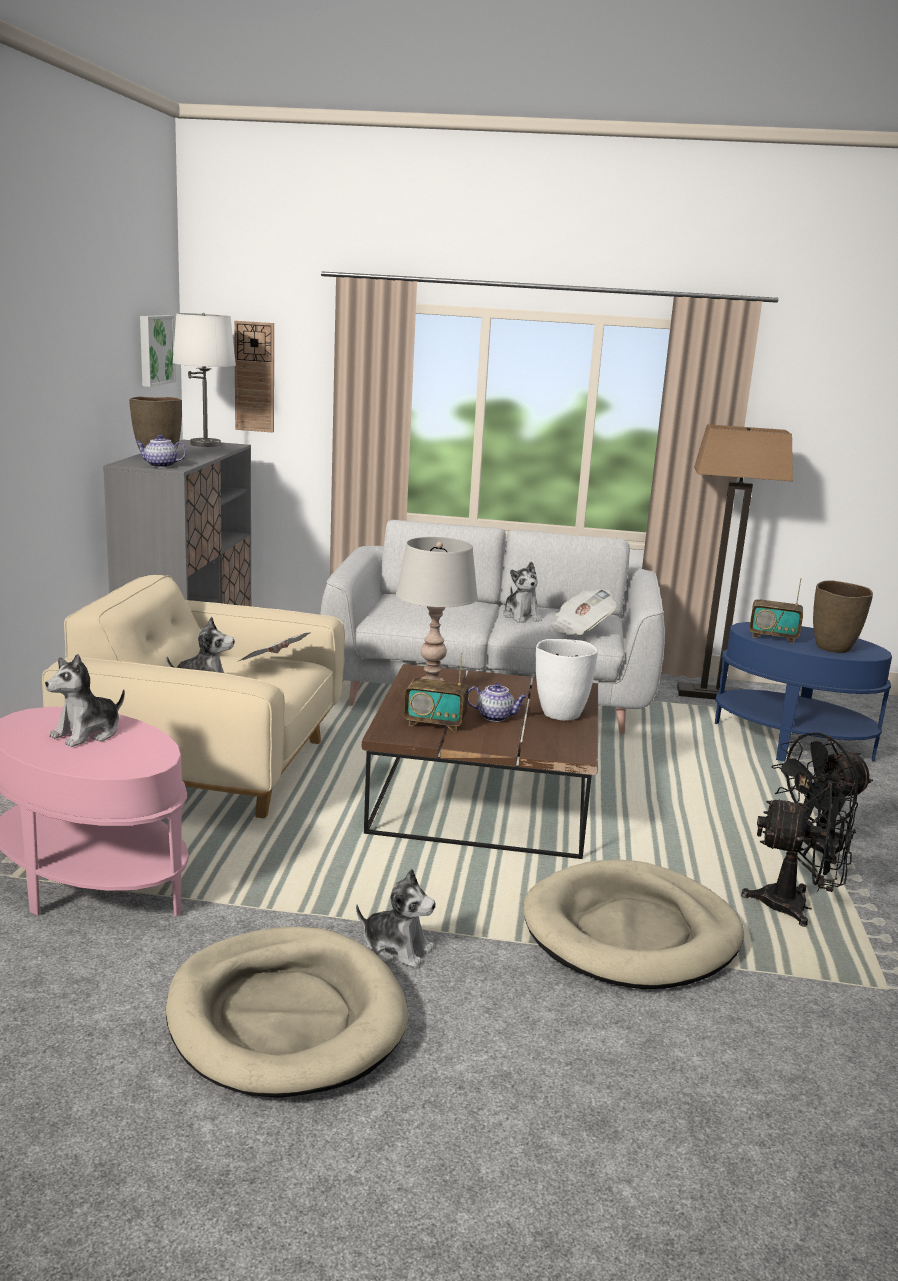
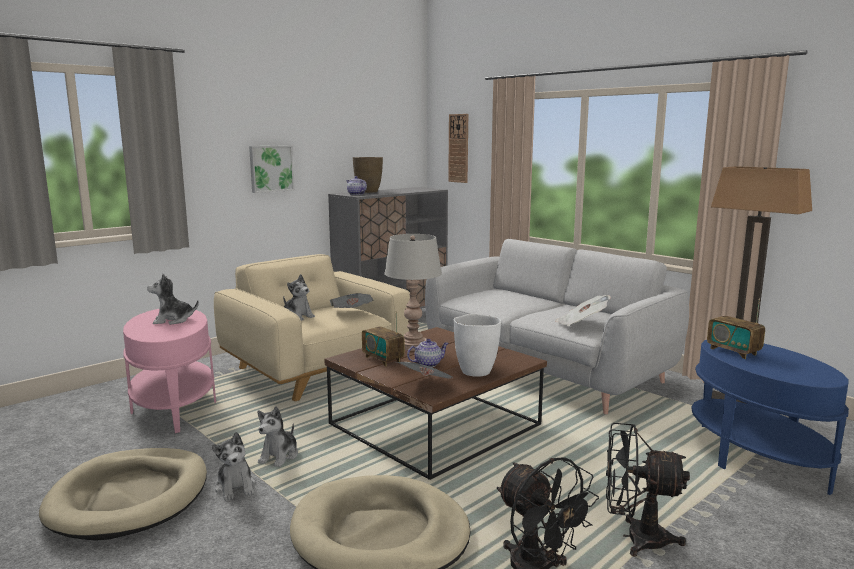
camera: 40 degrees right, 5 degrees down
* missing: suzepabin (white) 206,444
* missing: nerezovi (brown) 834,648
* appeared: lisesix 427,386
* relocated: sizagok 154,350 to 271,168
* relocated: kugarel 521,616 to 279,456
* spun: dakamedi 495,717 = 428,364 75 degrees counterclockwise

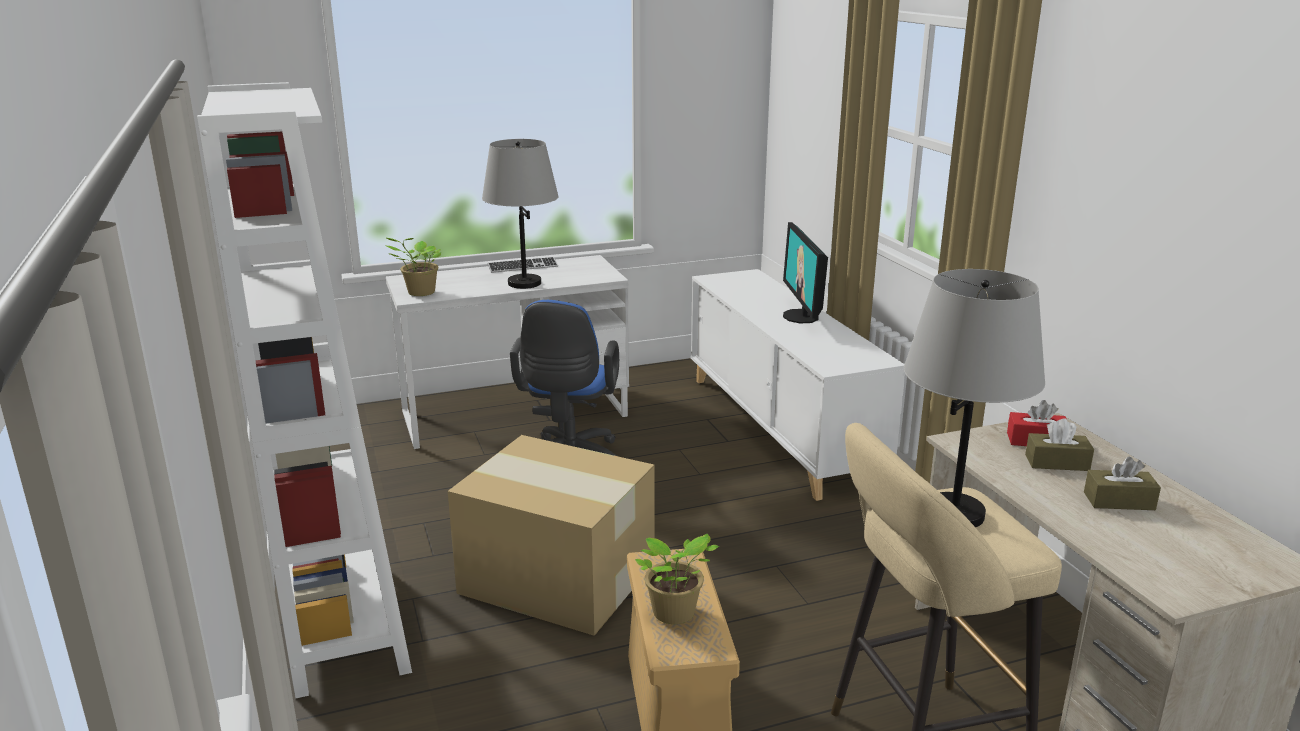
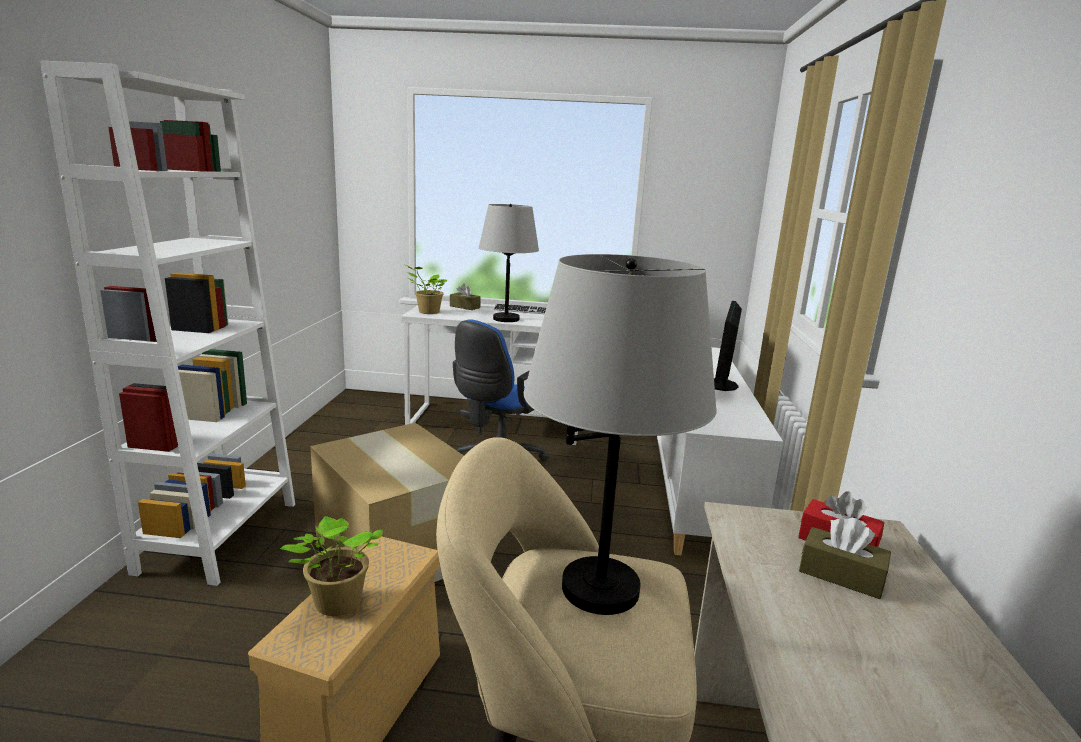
camera: 25 degrees right, 5 degrees down
* relocated: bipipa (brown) 1119,501 to 465,307

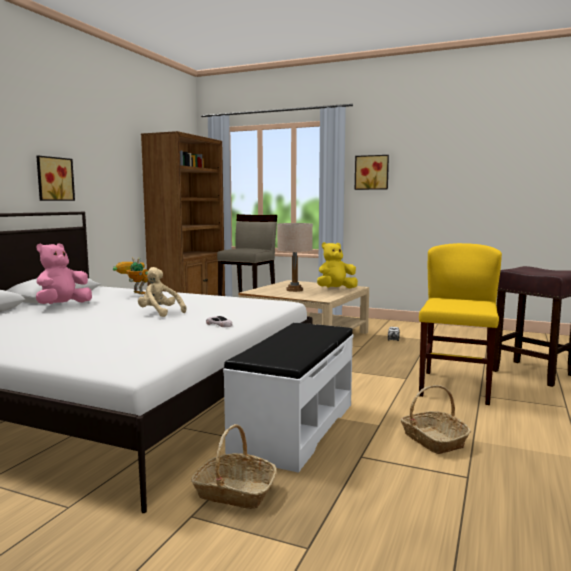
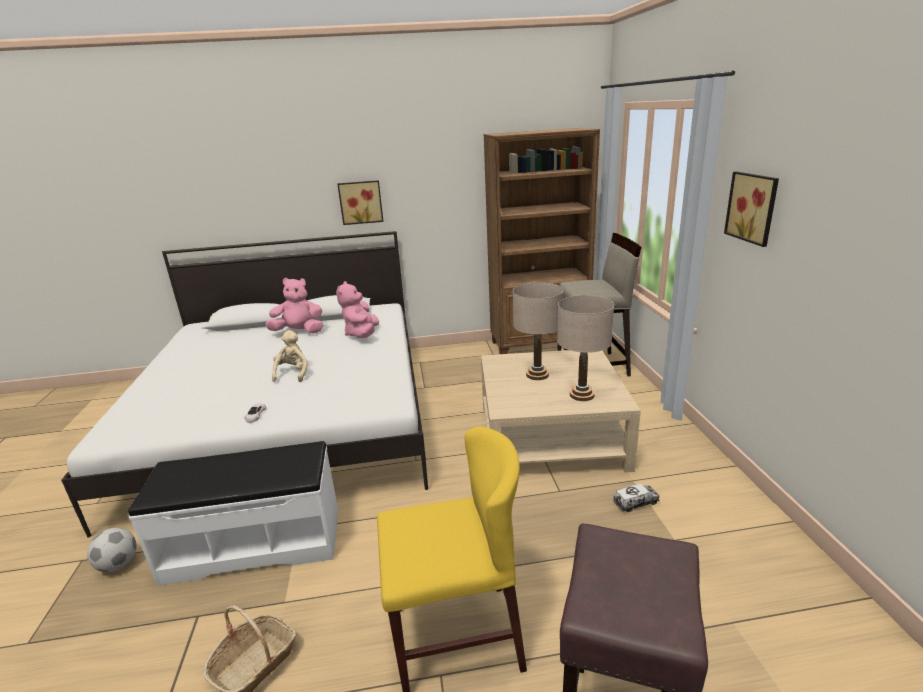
camera: 60 degrees right, 15 degrees up
* exchanged: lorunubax 134,295 to kugarel (pink) 362,334
* exchanged: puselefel 234,492 to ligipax 118,564
* exchanged: kugarel (yellow) 335,289 to suzepabin (beige) 582,395

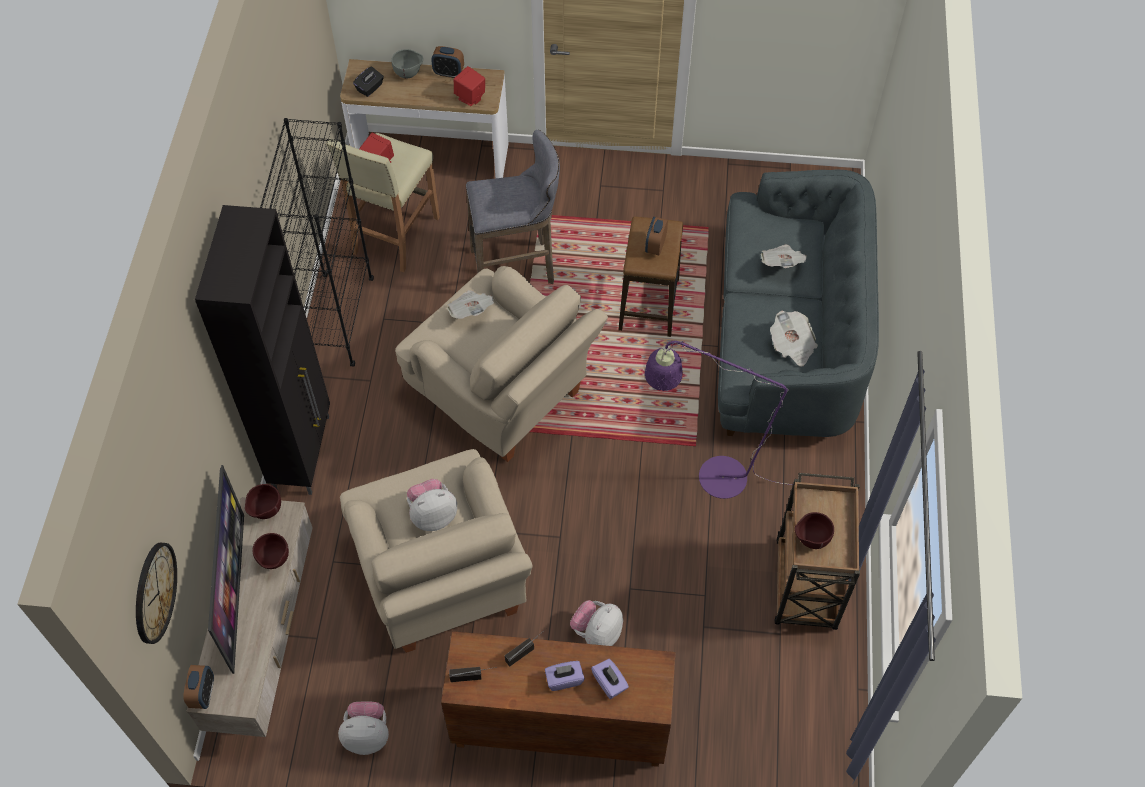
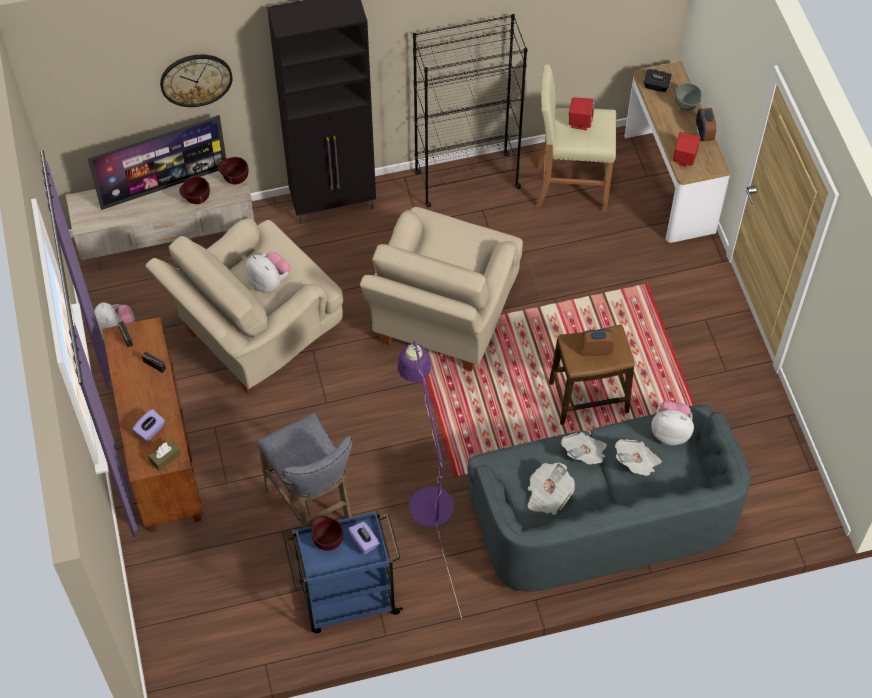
camera: 70 degrees right, 0 degrees up
* missing: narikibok 203,693
* appeared: bipipa (brown) 165,457
* relocated: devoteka 154,592 to 196,79
* relocated: lisesix 470,311 to 584,454
* relocated: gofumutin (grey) 517,267 to 313,508
* relocated: bipipa (purple) 564,679 to 364,542
* relocated: kugarel 597,632 to 670,432
* colour: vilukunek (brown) 805,587 to vilukunek (blue) 347,600

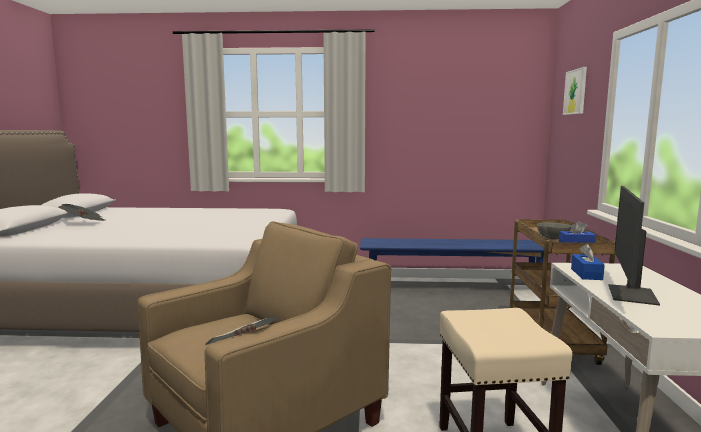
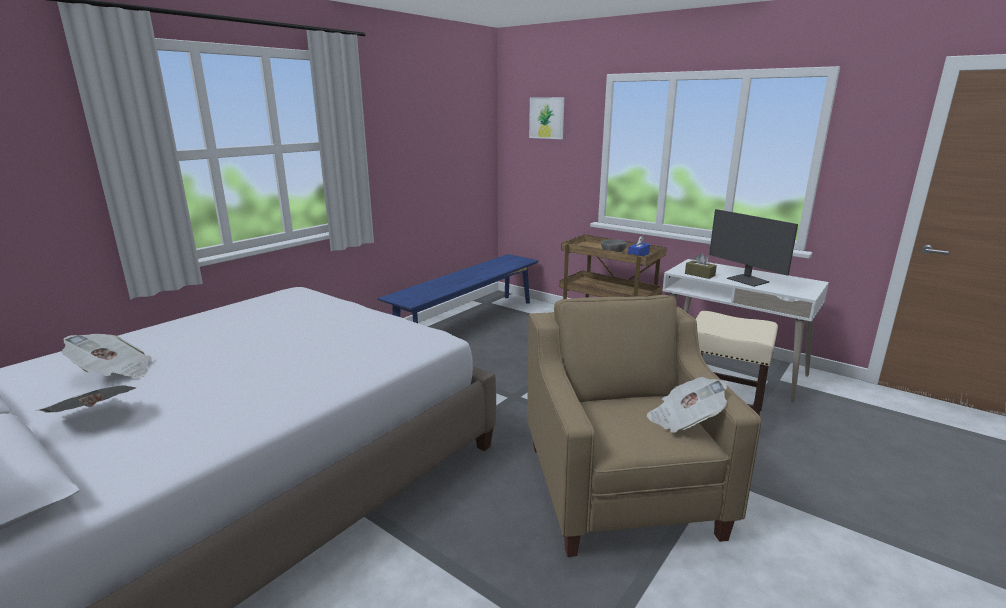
camera: 55 degrees left, 10 degrees up
* appeared: lisesix 114,373
* colour: bipipa (blue) 586,274 to bipipa (brown) 699,274

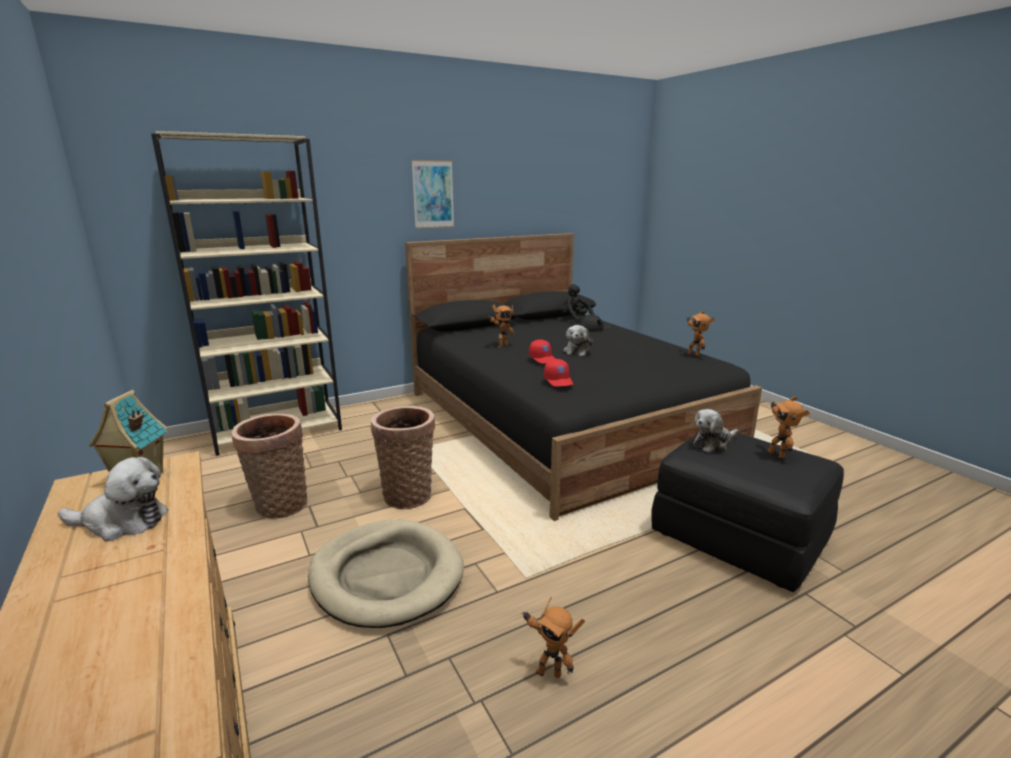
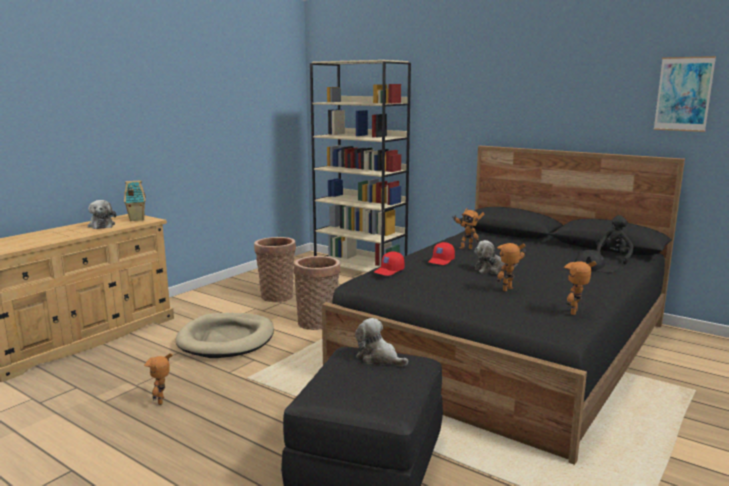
camera: 65 degrees right, 5 degrees down
* relocated: sizagok 433,194 to 683,94
* relocated: lorunubax 777,454 to 510,290

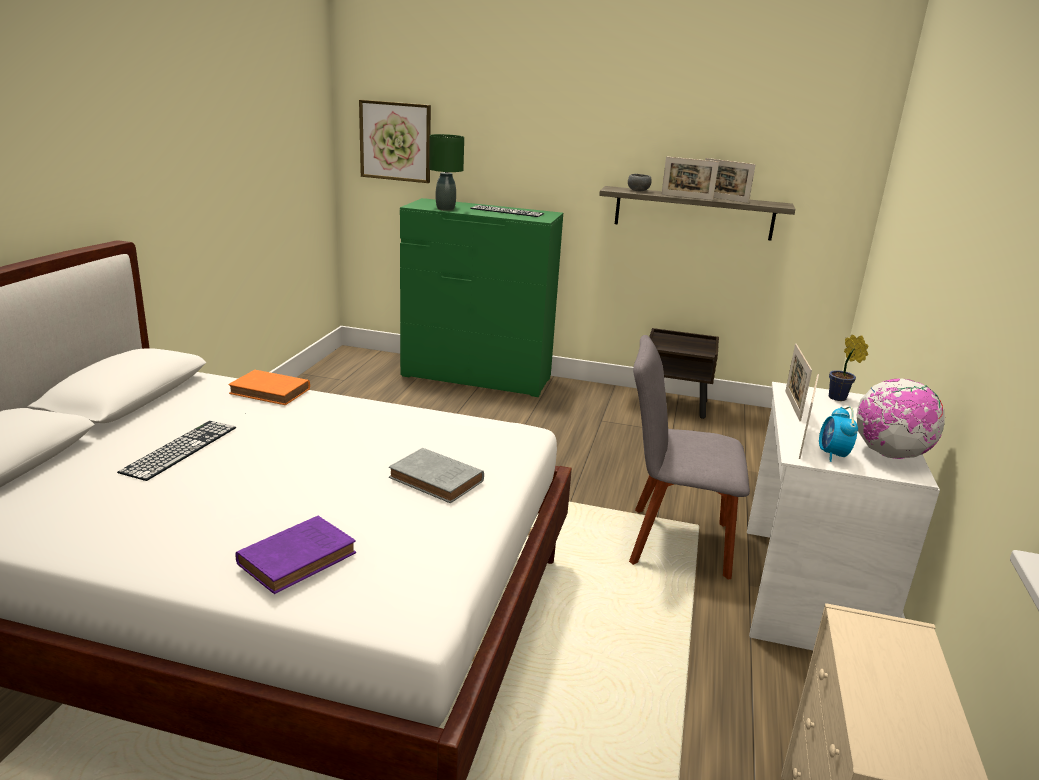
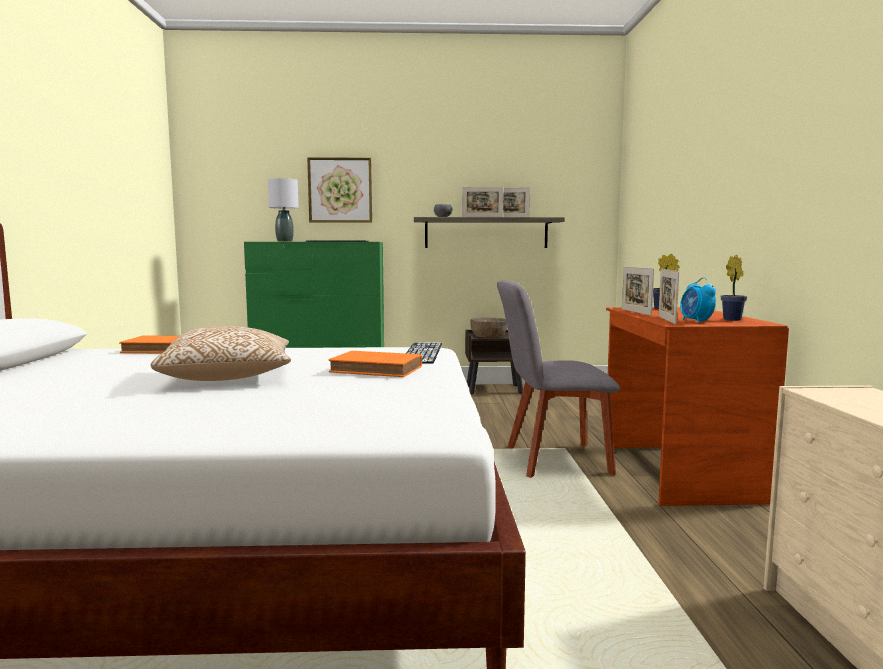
camera: 15 degrees left, 15 degrees down
* missing: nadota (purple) 300,557
* appeared: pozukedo 229,377
* appeared: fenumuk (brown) 489,335
* relocated: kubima 180,449 to 422,353
* relocated: sizagok 395,141 to 340,190
* exchanged: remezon 889,454 to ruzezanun 733,319
* colour: nadota (grey) 438,480 to nadota (orange) 378,370
* colour: suzepabin (green) 445,209 to suzepabin (grey) 285,241
* colour: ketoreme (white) 805,590 to ketoreme (brown) 676,472

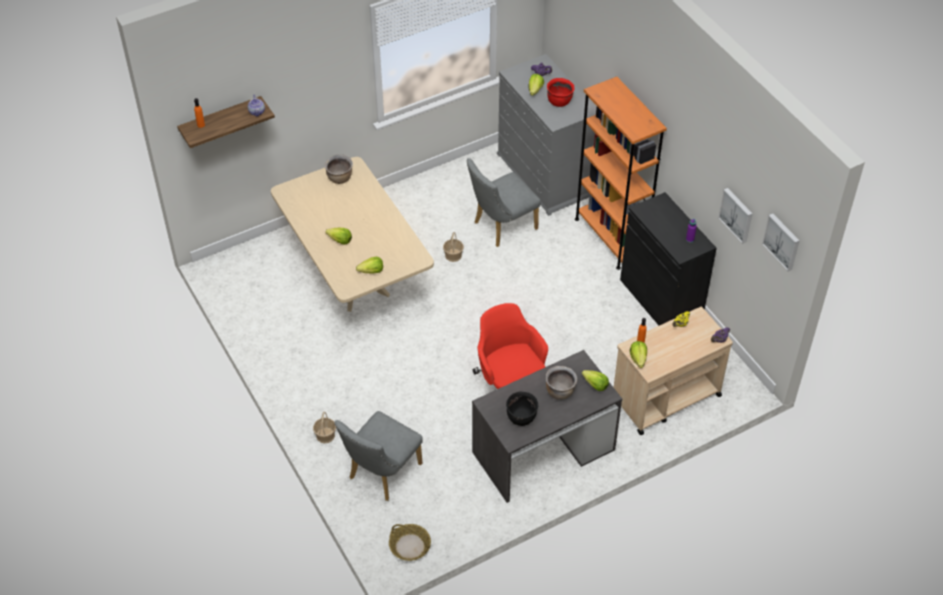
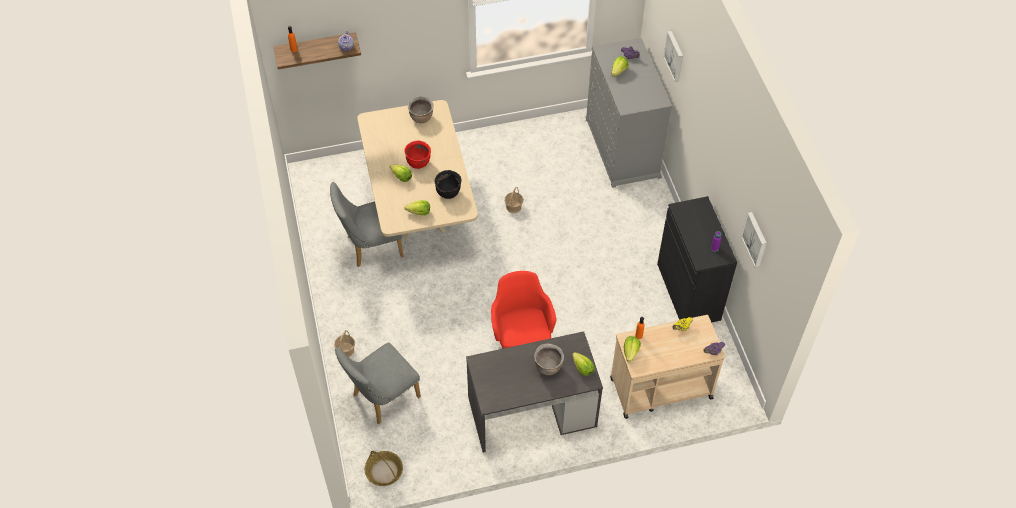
camera: 15 degrees right, 5 degrees up
* missing: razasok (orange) 610,237
* relocated: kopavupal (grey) 501,227 to 370,247
* relocated: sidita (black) 521,418 to 448,193
* relocated: sidita (red) 559,101 to 418,163
* relocated: sizagok 782,241 to 675,56

